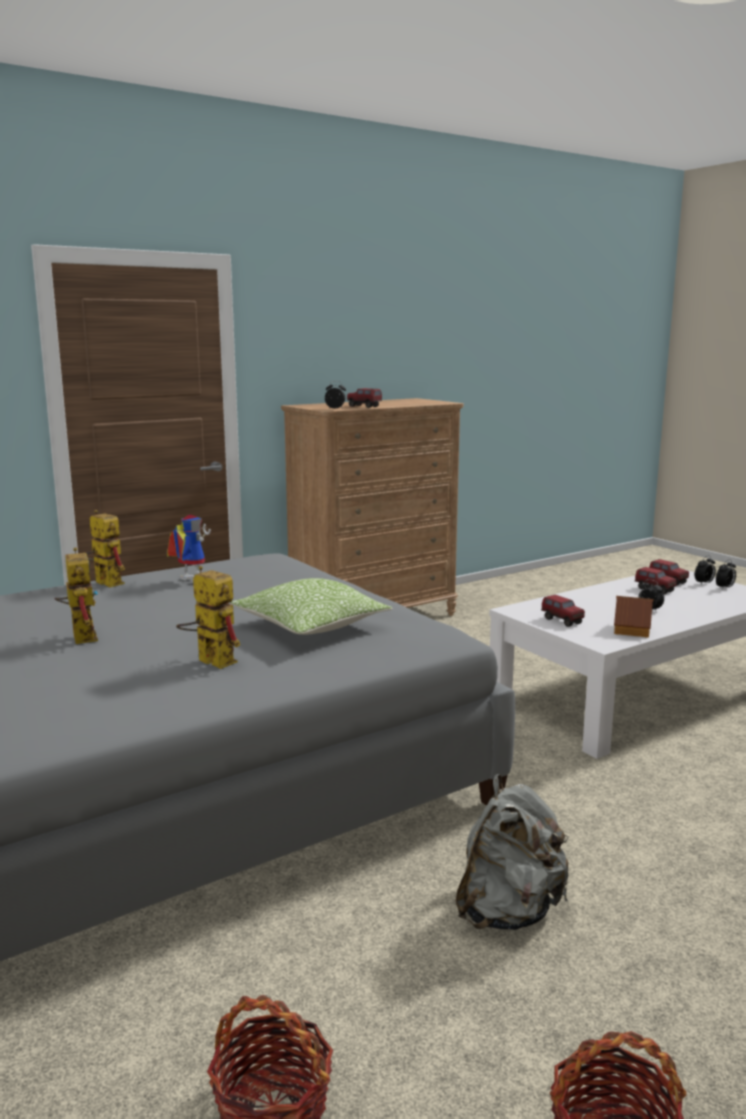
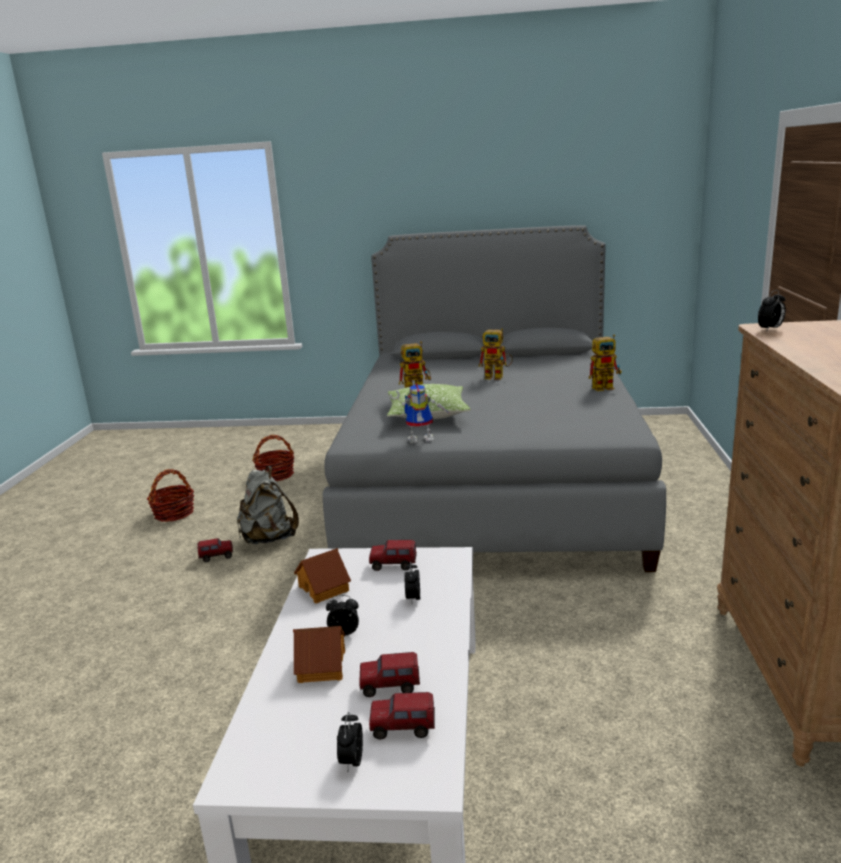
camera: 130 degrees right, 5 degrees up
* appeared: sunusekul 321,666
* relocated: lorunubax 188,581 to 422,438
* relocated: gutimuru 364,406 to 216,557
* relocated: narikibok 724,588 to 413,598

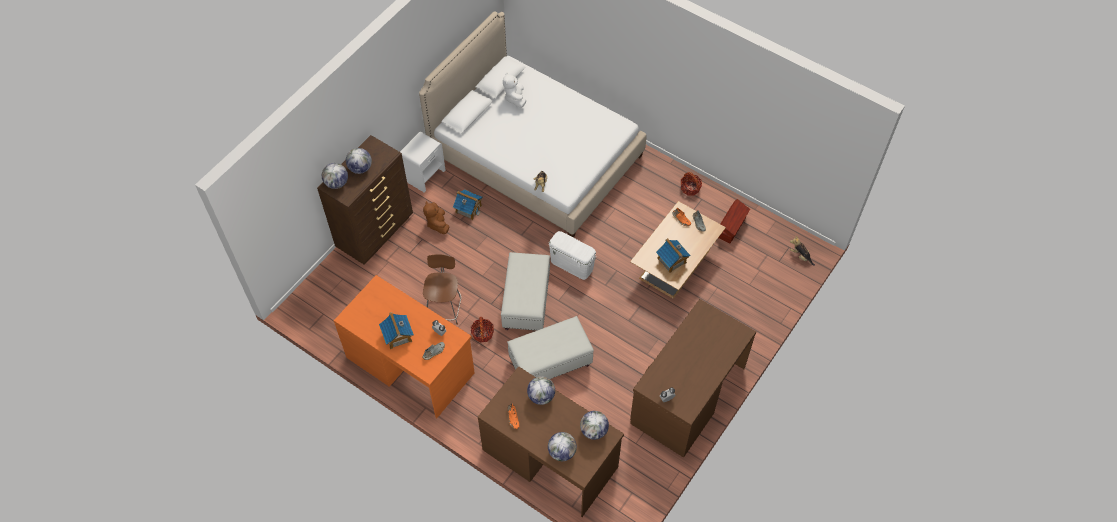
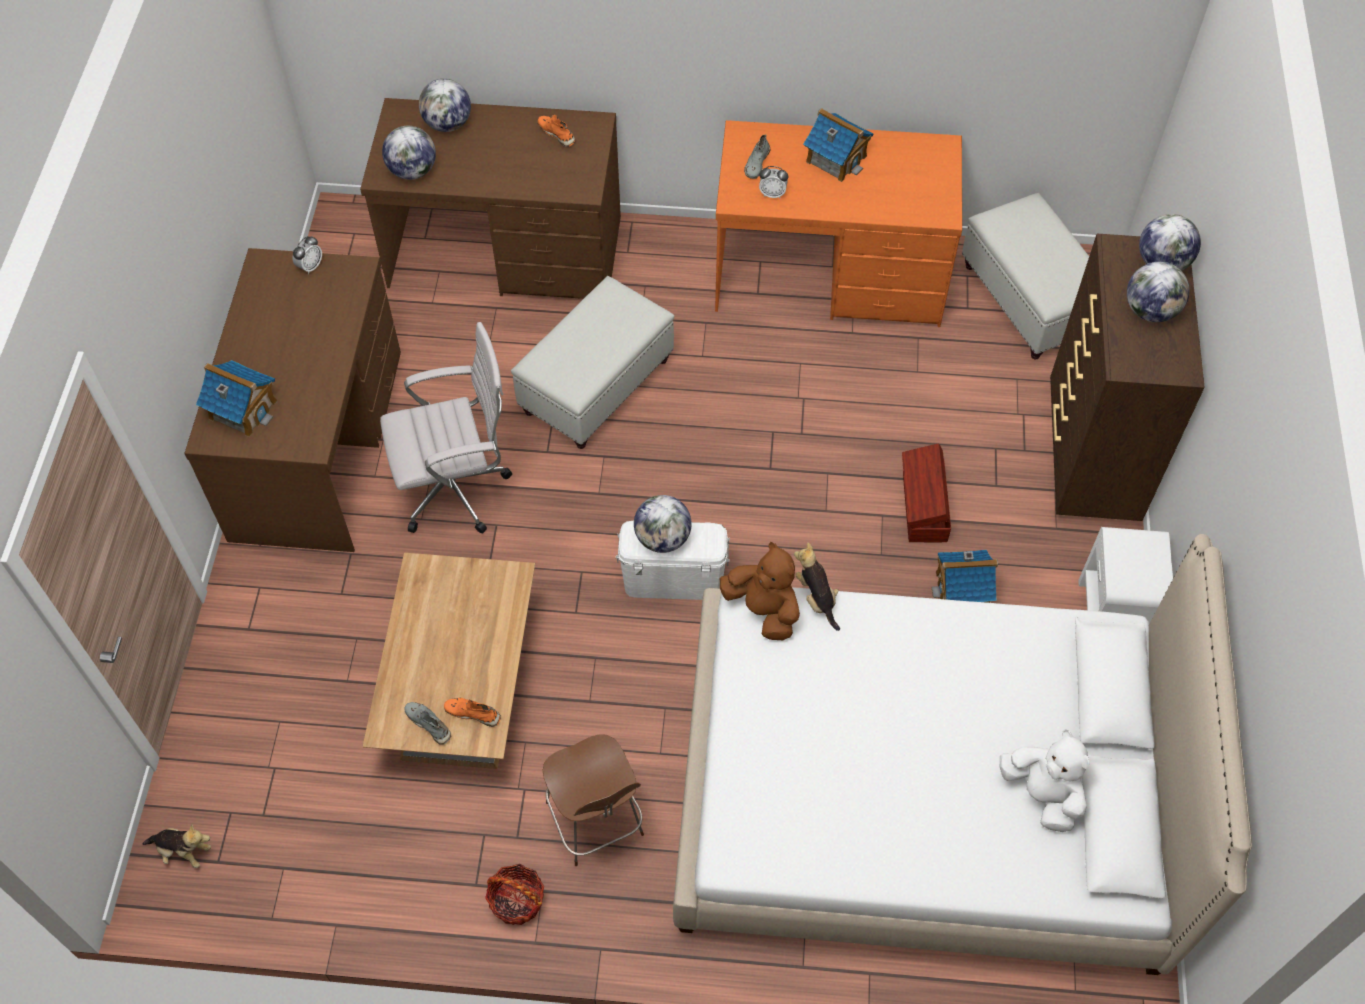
camera: 150 degrees right, 0 degrees up
* missing: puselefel 482,333
* appeared: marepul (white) 458,489
* relocated: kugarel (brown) 437,224 to 763,610
* relocated: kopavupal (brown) 444,309 to 596,822
* relocated: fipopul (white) 526,301 to 1029,301
* relocated: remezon 541,396 to 663,538
* relocated: sunusekul 672,261 to 243,409
* relocated: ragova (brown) 731,227 to 923,507

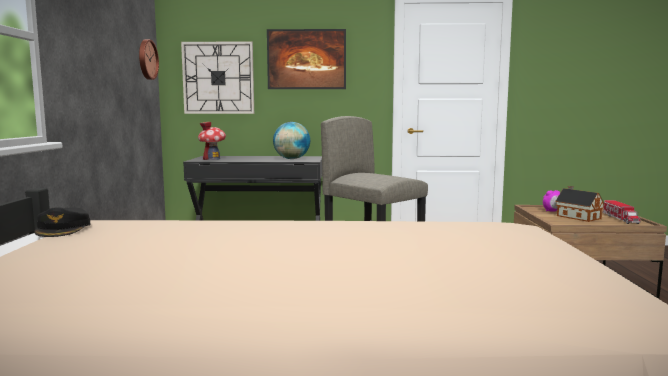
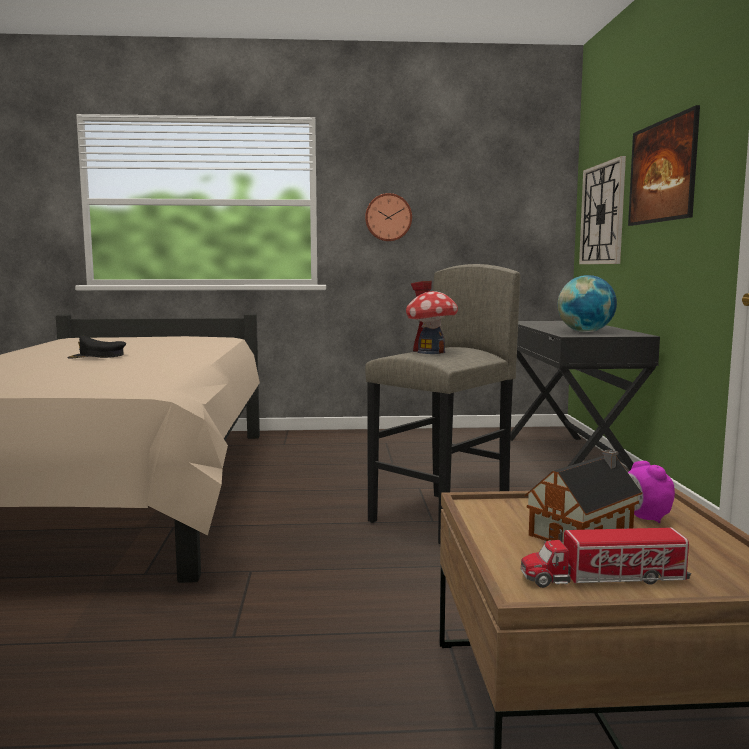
camera: 85 degrees right, 0 degrees up
* relocated: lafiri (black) 63,229 to 97,356
* relocated: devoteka 147,59 to 388,217
* relocated: sunusekul 212,159 to 431,352

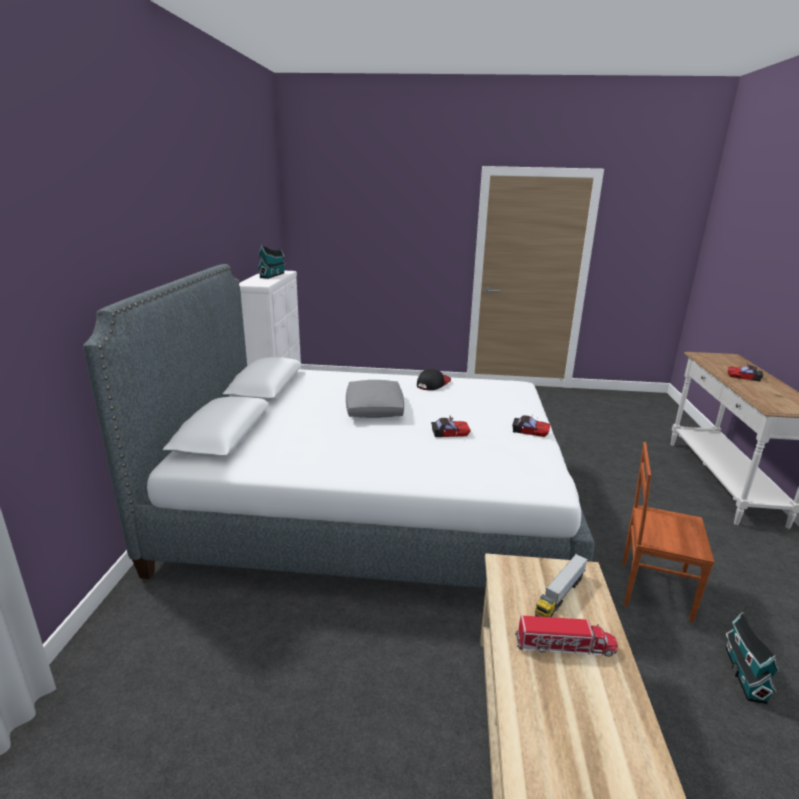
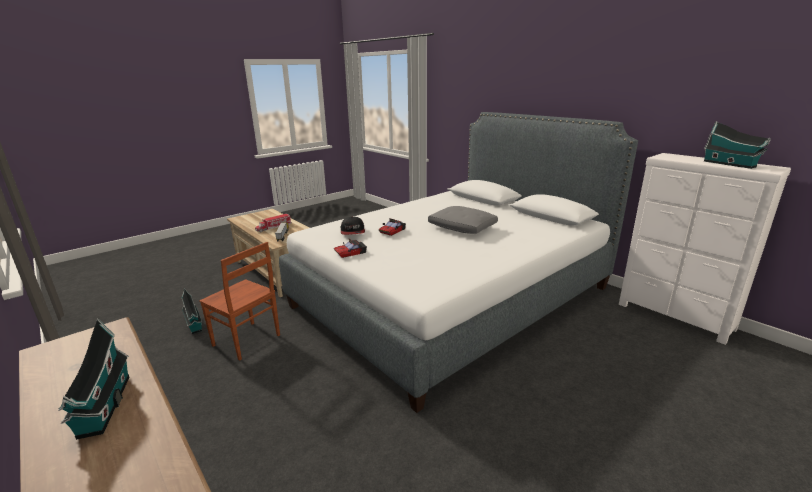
camera: 135 degrees right, 0 degrees up
* relocated: lafiri 433,383 to 353,231
* exchanged: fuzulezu 743,376 to sunusekul 104,407
* spun: kopavupal (brown) 653,589 = 246,341 60 degrees clockwise

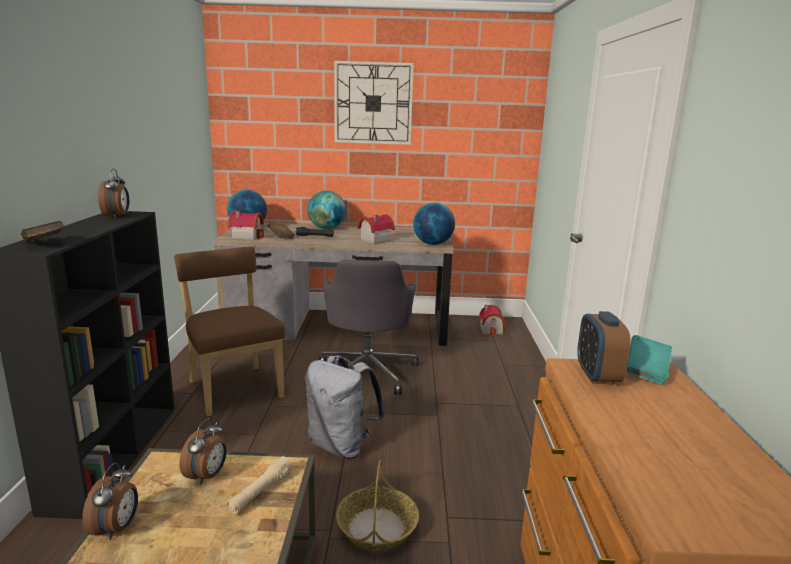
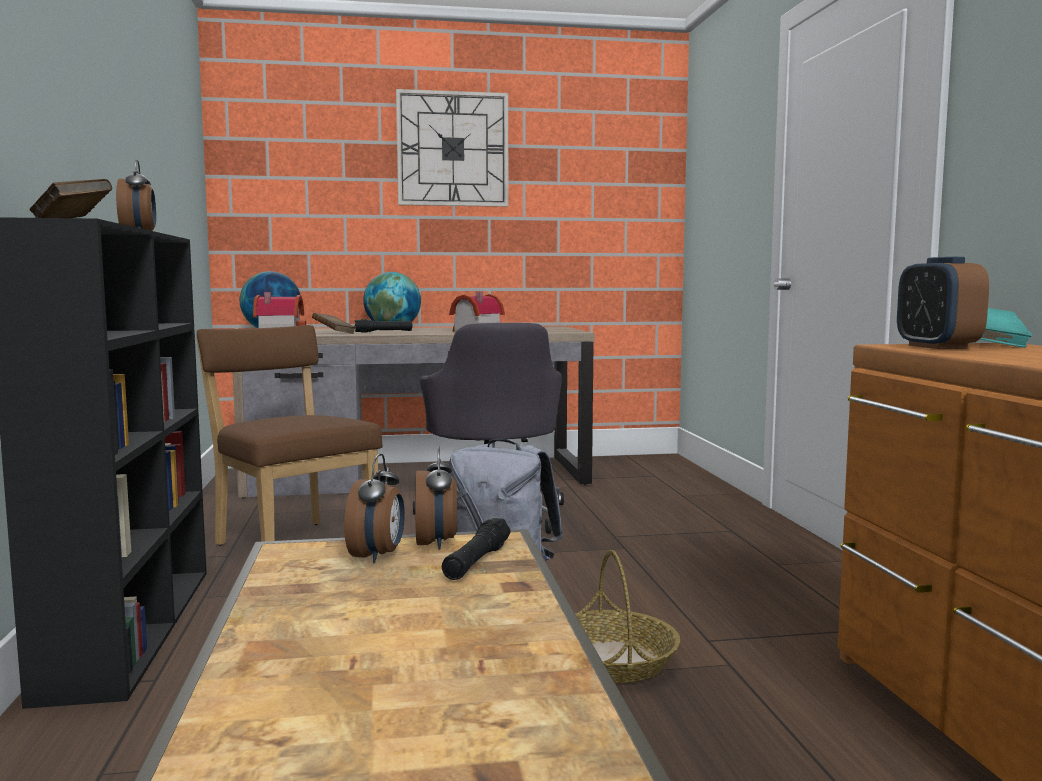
camera: 10 degrees left, 10 degrees down
* missing: remezon 432,244
* missing: sunusekul 492,330
* relocated: narikibok 117,529 to 437,543
* colour: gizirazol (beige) 261,492 to gizirazol (black) 477,562

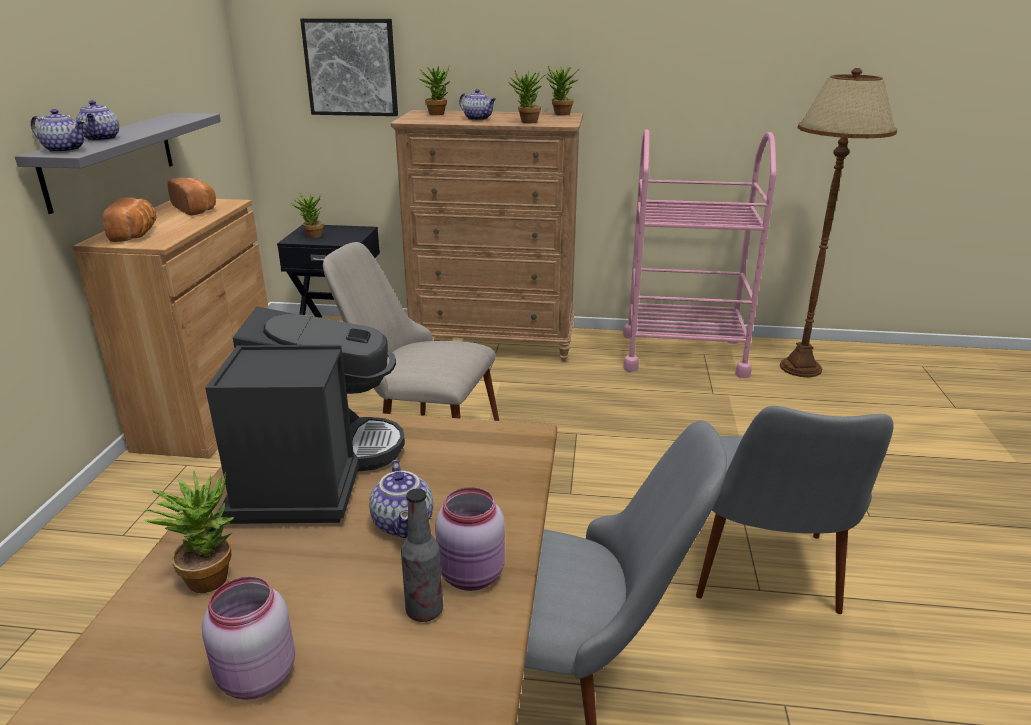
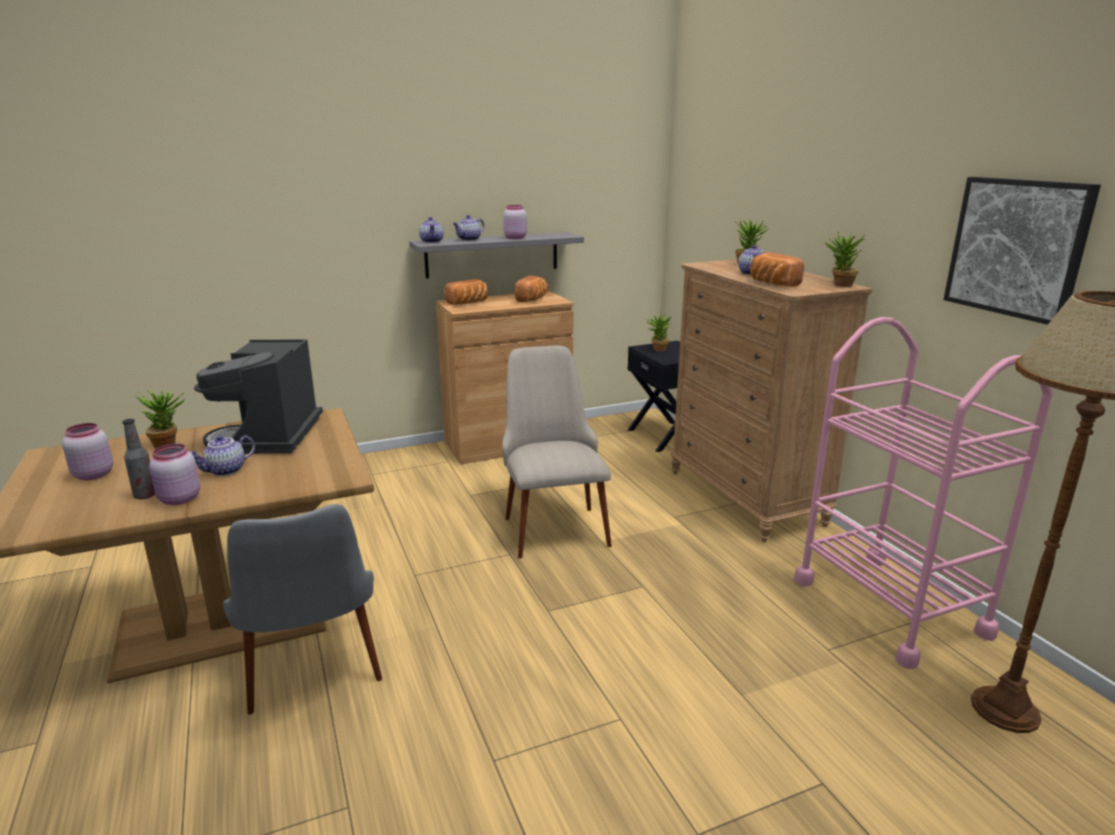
camera: 60 degrees right, 5 degrees down
* missing: kopavupal (grey) 764,585
* appeared: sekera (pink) 515,238
* relocated: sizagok 351,67 to 1017,248
* exchanged: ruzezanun 526,122 to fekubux 771,283
* spun: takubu 313,473 = 270,437 120 degrees clockwise

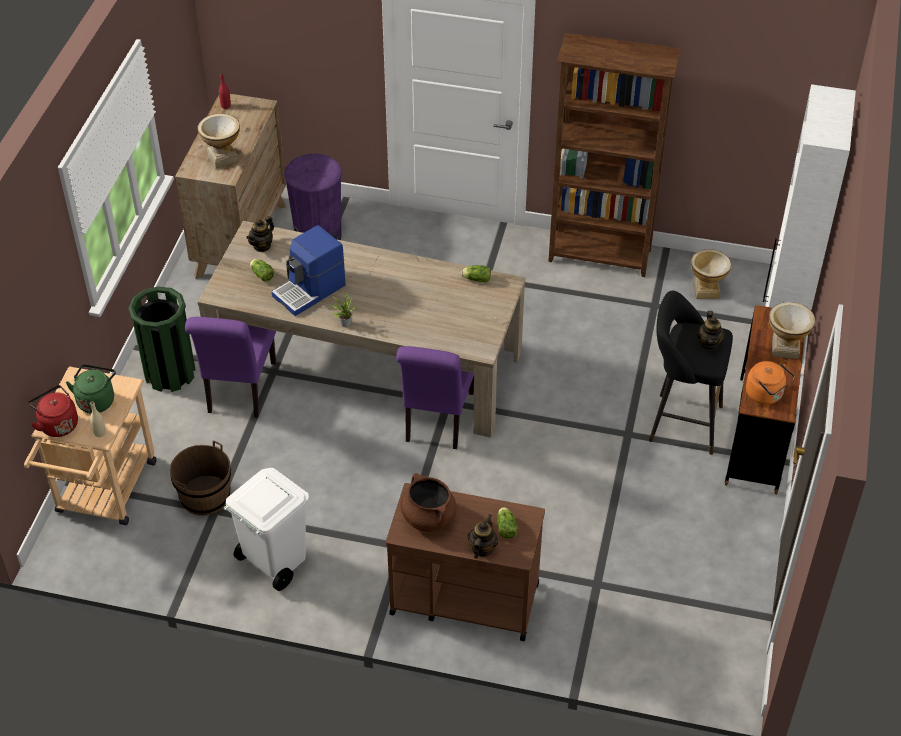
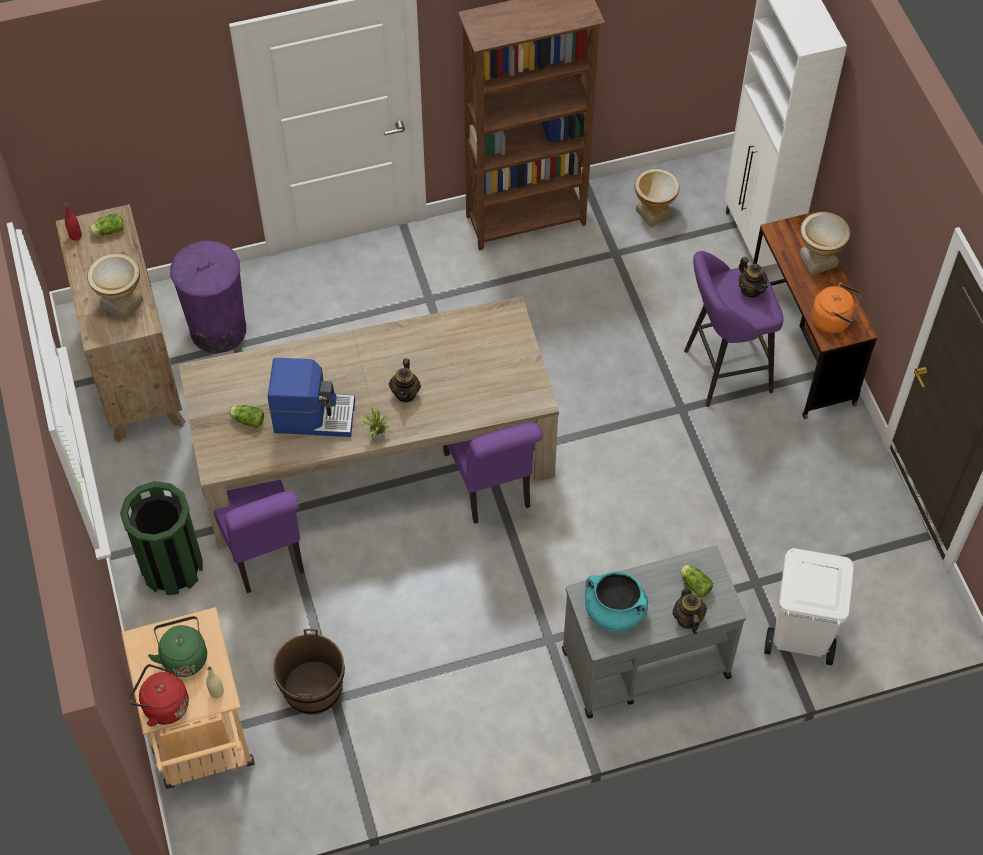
camera: 30 degrees left, 10 degrees up
* relocated: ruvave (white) 274,561 to 799,637
* relocated: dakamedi 262,246 to 405,393
* relocated: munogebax 475,279 to 107,231
* colour: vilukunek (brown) 463,598 to vilukunek (grey) 644,663
* colour: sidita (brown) 428,517 to sidita (turquoise) 614,612
* colour: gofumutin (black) 680,422 to gofumutin (purple) 722,372
* spun: takubu 310,291 = 313,415 105 degrees counterclockwise

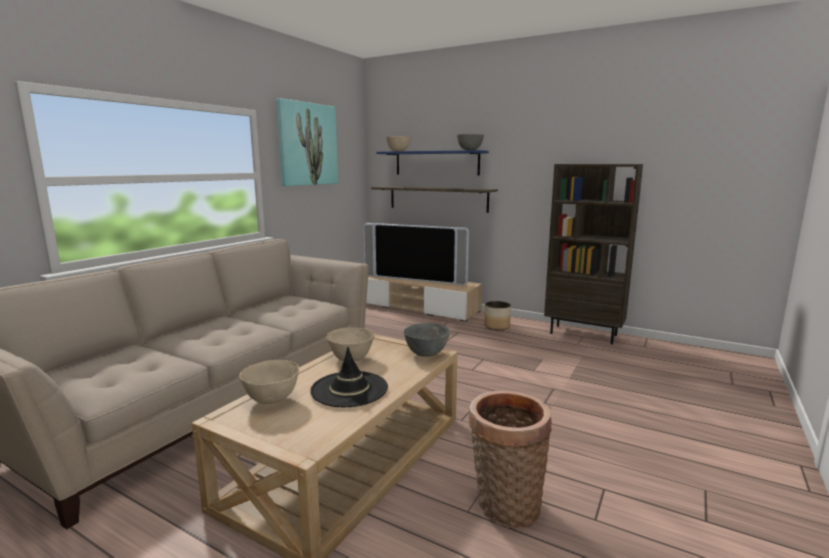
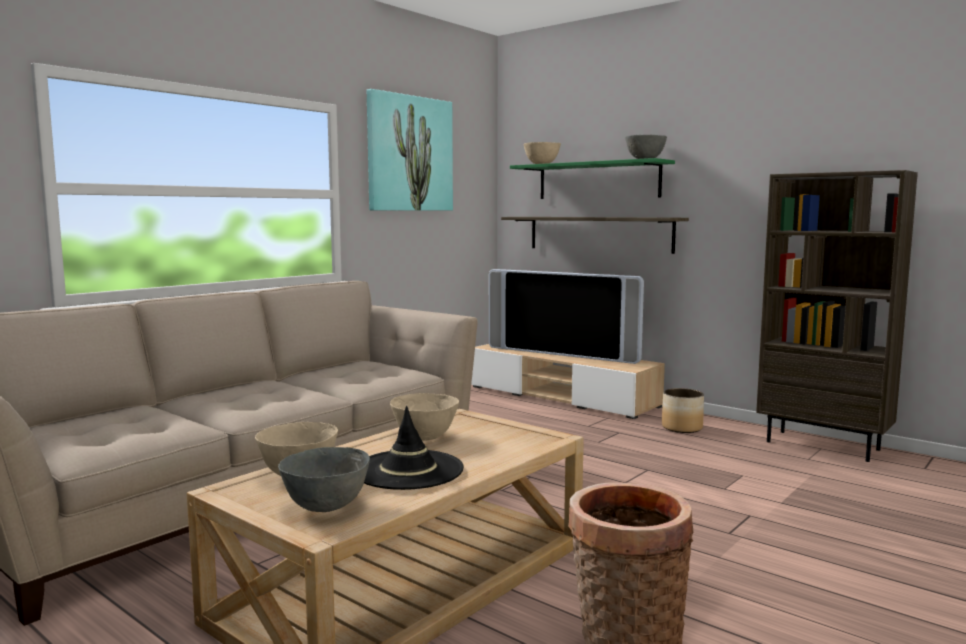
camera: 10 degrees right, 5 degrees down
* relocated: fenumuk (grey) 426,354 to 325,507
* colour: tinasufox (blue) 436,163 to tinasufox (green) 598,181

